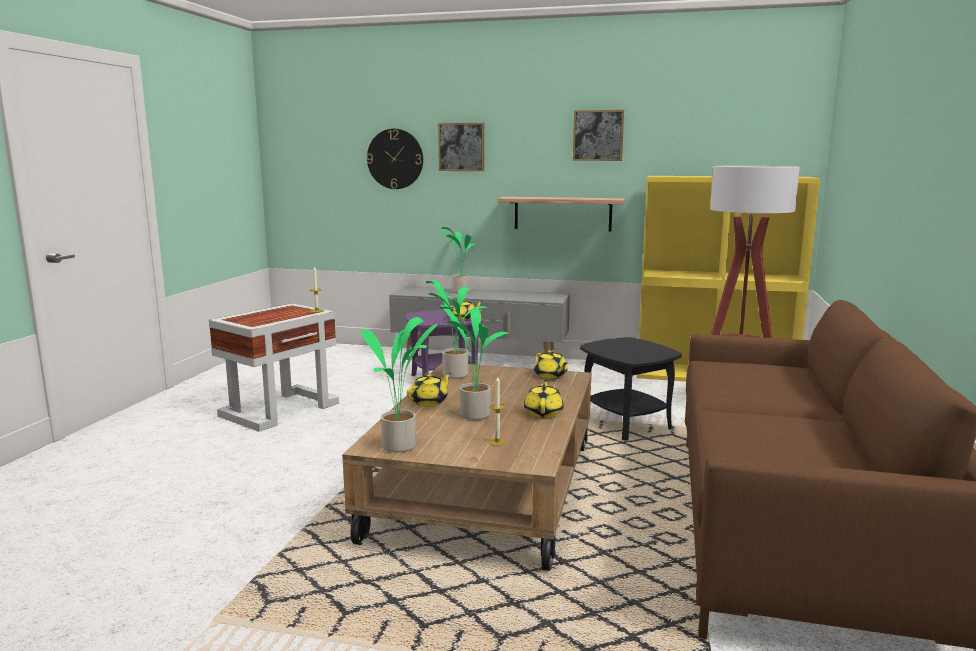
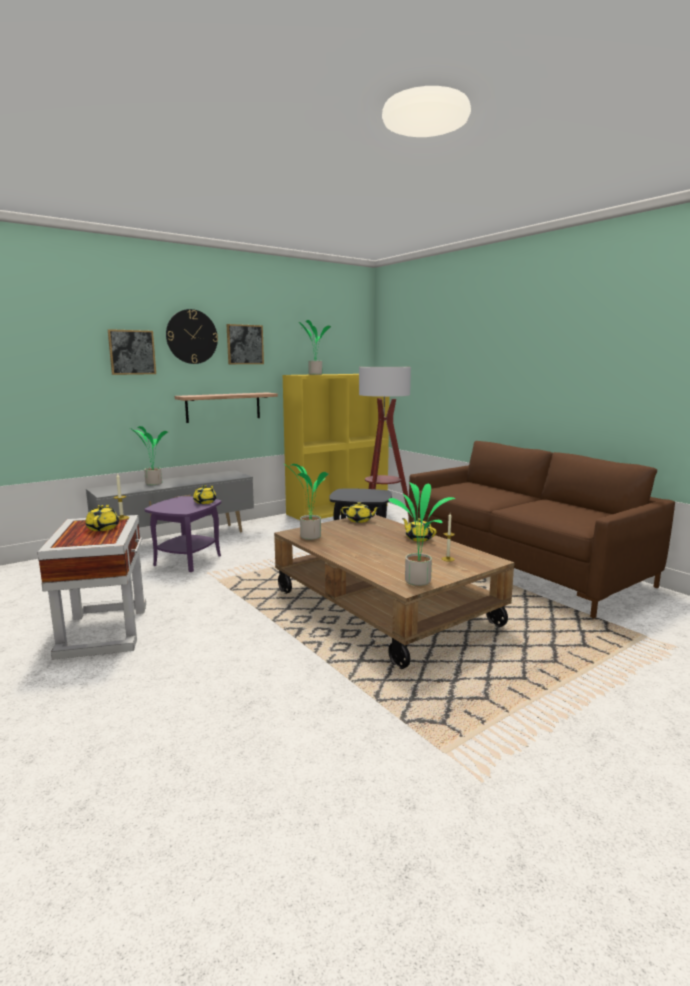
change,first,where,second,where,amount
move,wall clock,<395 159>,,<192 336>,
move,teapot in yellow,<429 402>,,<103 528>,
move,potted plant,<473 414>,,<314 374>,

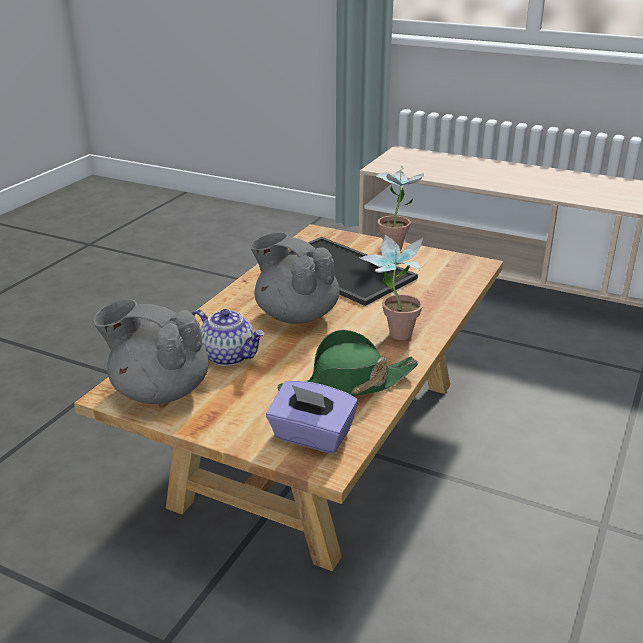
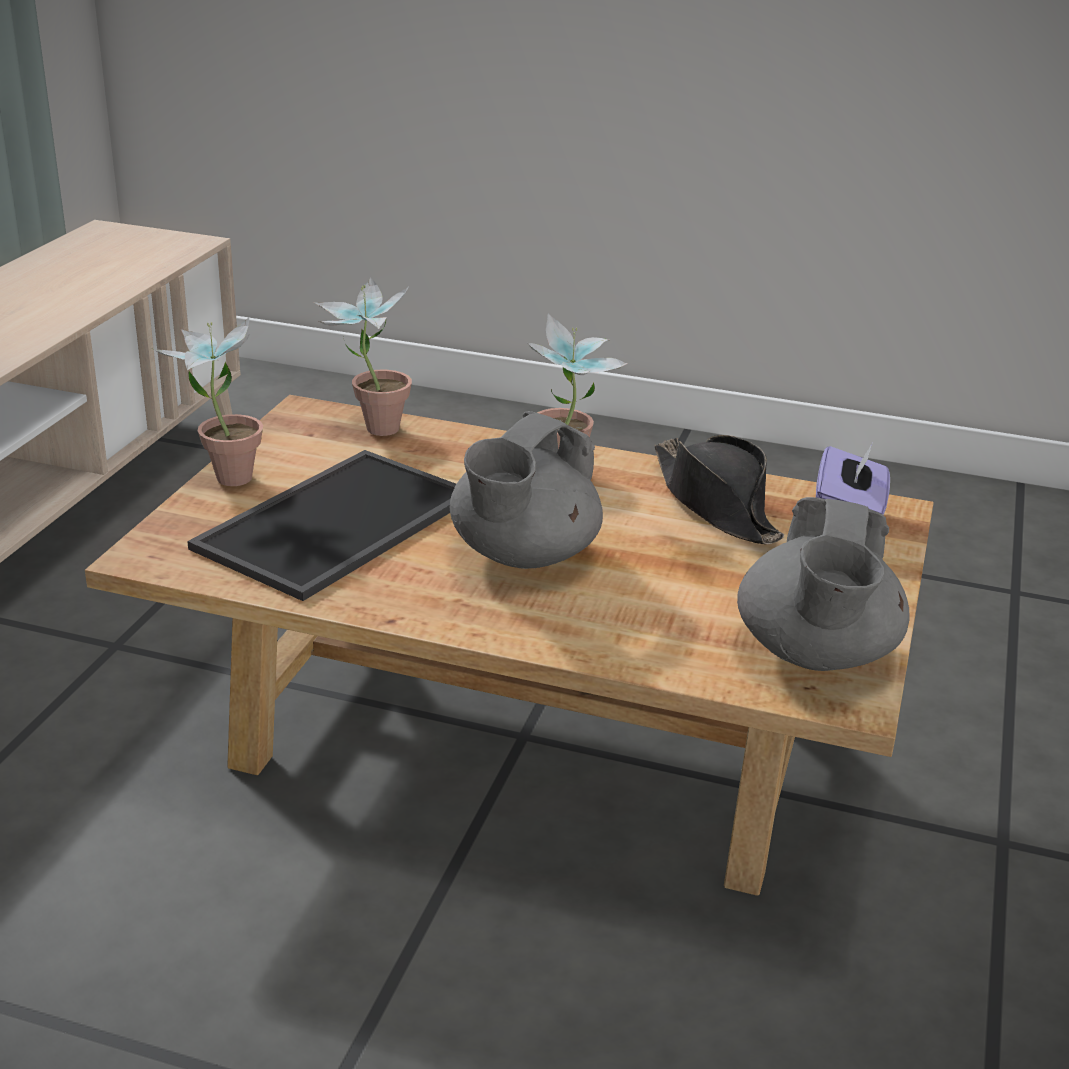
change,first,where,second,where,amount
delete,teapot,<229 356>,,,
recolor,hat in green,<348 385>,hat in black,<716 504>,
insert,,,potted plant,<369 429>,

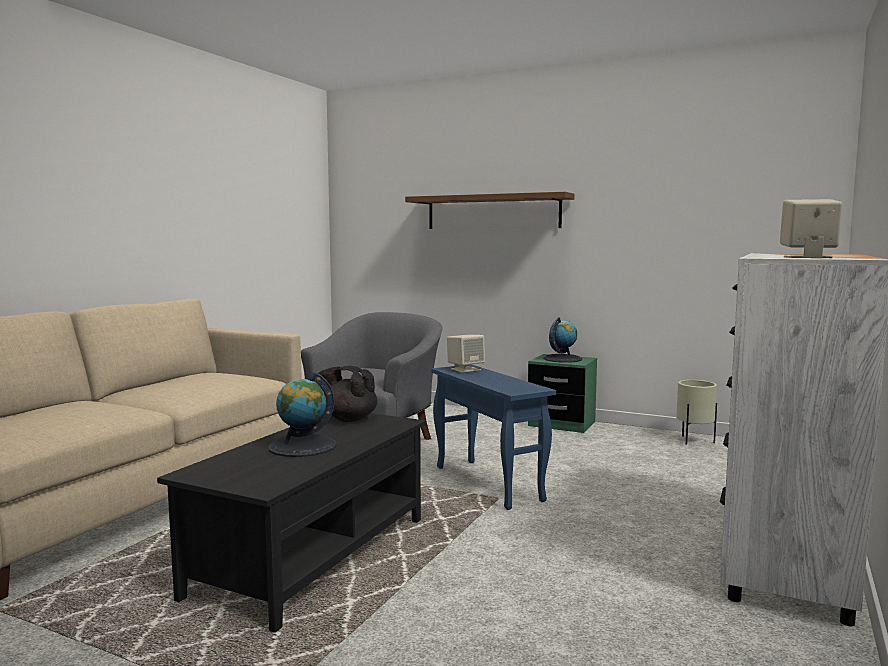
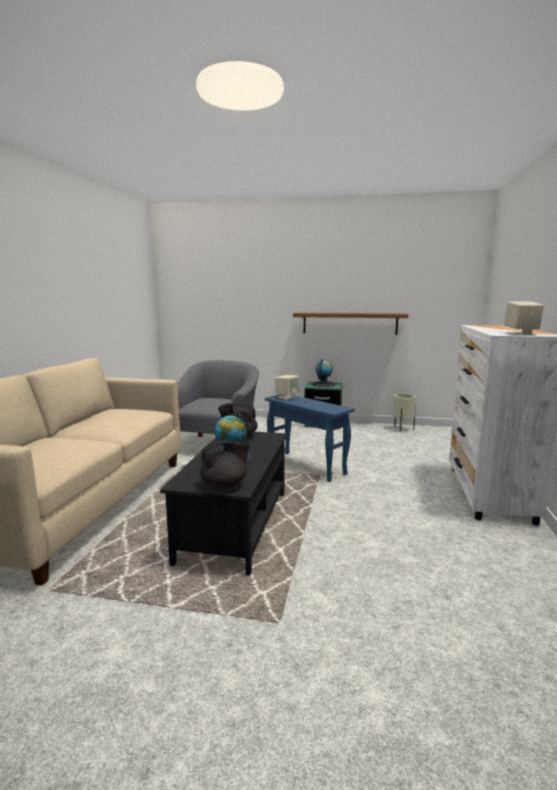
change,first,where,second,where,amount
move,shelf in brown,<492 212>,,<349 323>,
insert,,,teapot in black,<225 485>,

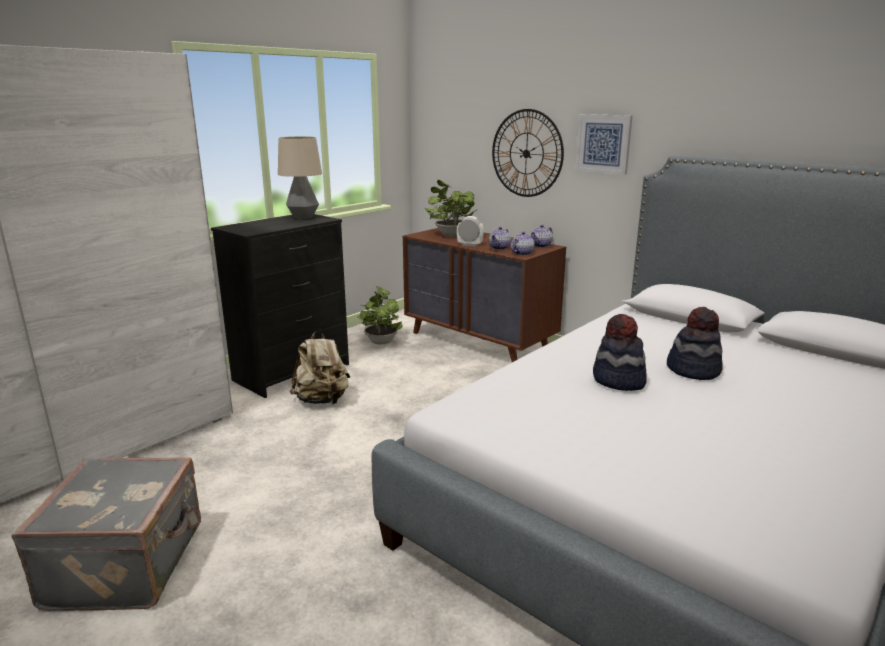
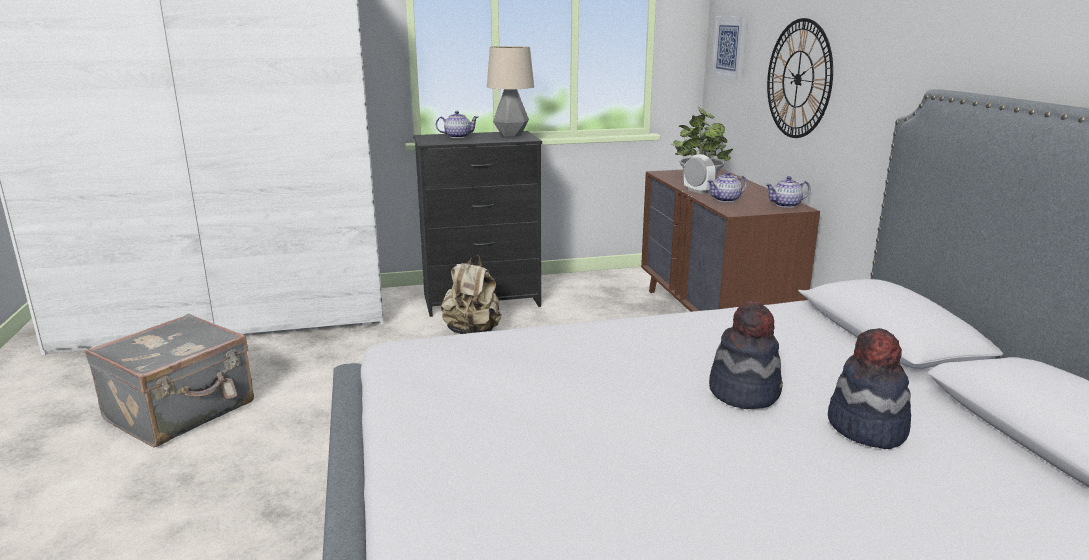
change,first,where,second,where,amount
delete,potted plant,<381 341>,,,
move,teapot,<522 253>,,<457 136>,
move,picture,<603 143>,,<730 47>,
move,hat,<618 381>,,<866 428>,

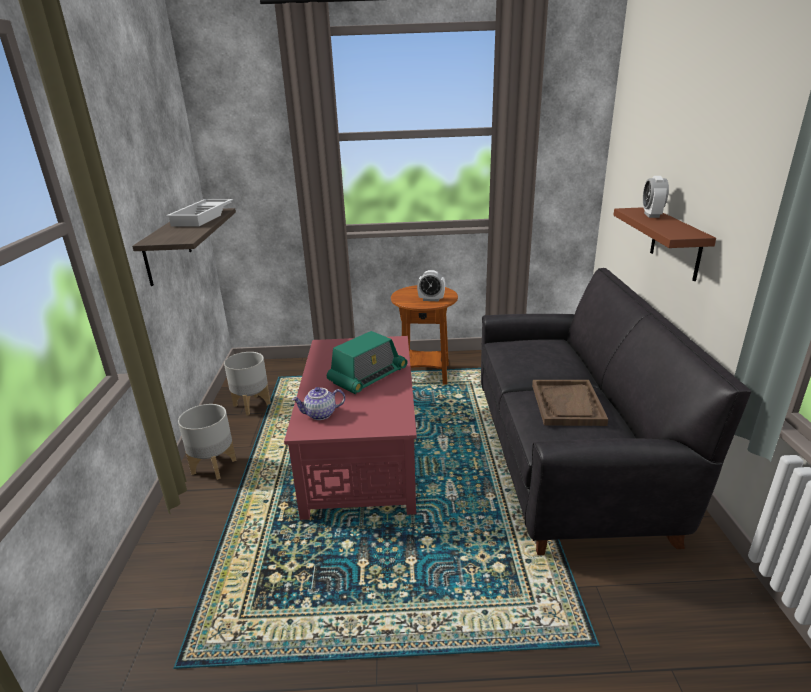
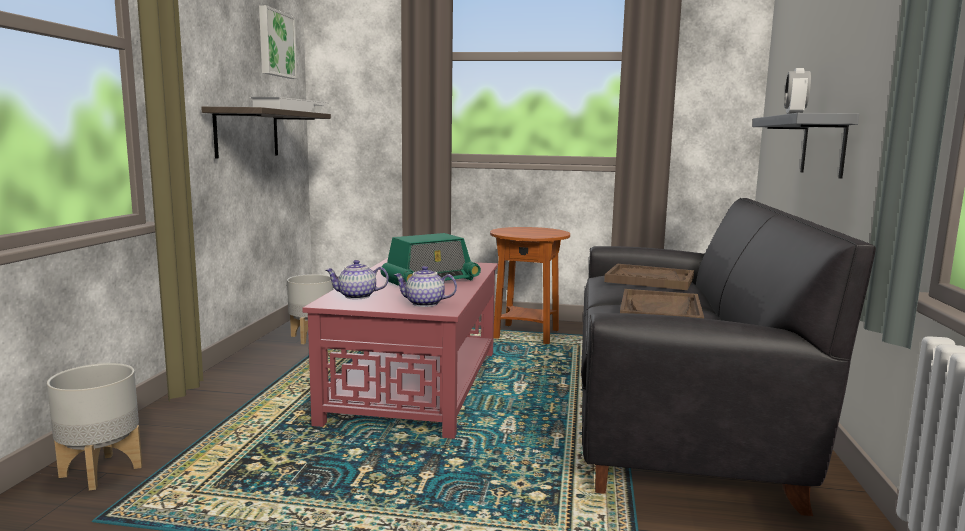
change,first,where,second,where,amount
move,planter in grey,<214 466>,,<102 471>,
delete,alarm clock,<431 299>,,,
recolor,shelf in brown,<676 243>,shelf in grey,<823 146>,
insert,,,picture,<275 44>,
insert,,,teapot,<424 304>,
insert,,,tray in brown,<649 280>,

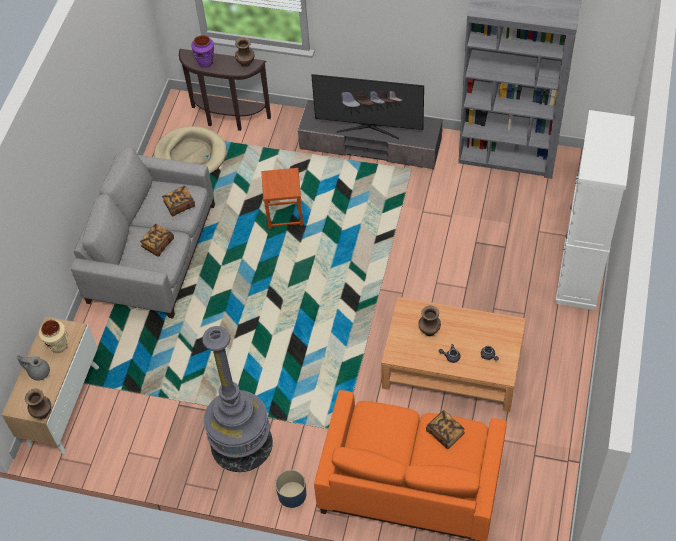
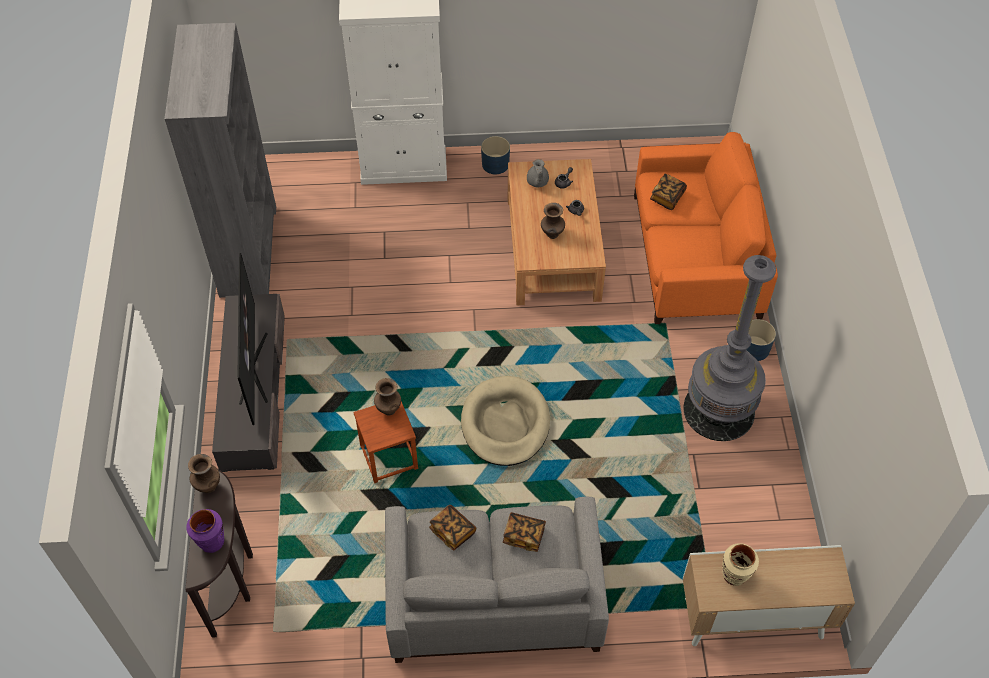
change,first,where,second,where,amount
move,teapot in grey,<38 372>,,<537 182>,
move,vase in brown,<43 413>,,<388 409>,
move,dog bed in beige,<191 155>,,<505 423>,
insert,,,planter in blue,<495 164>,

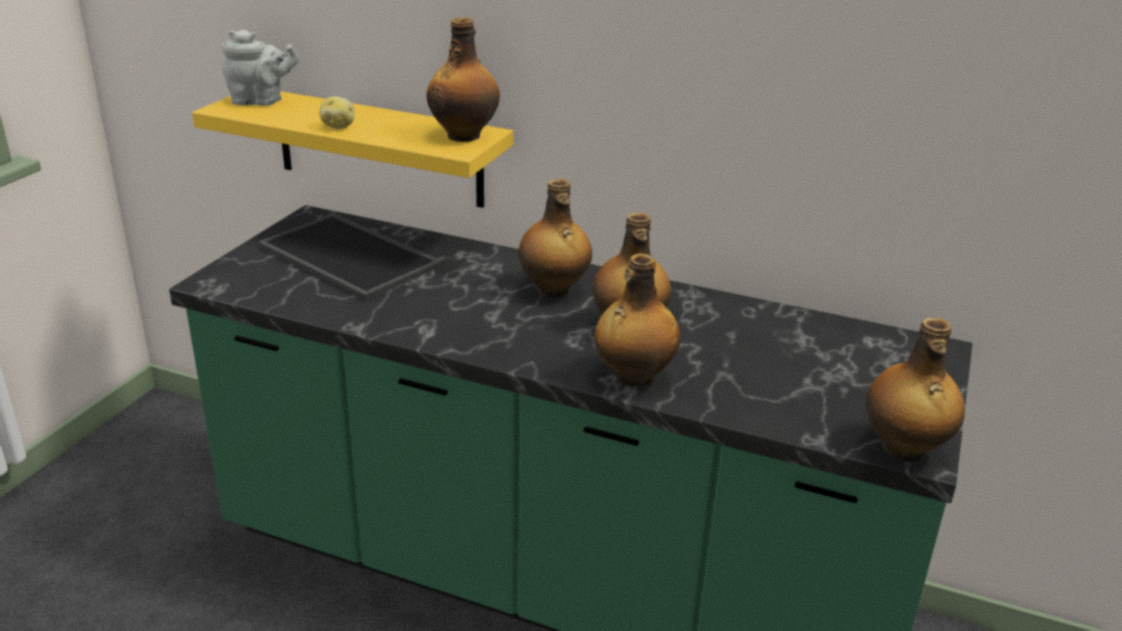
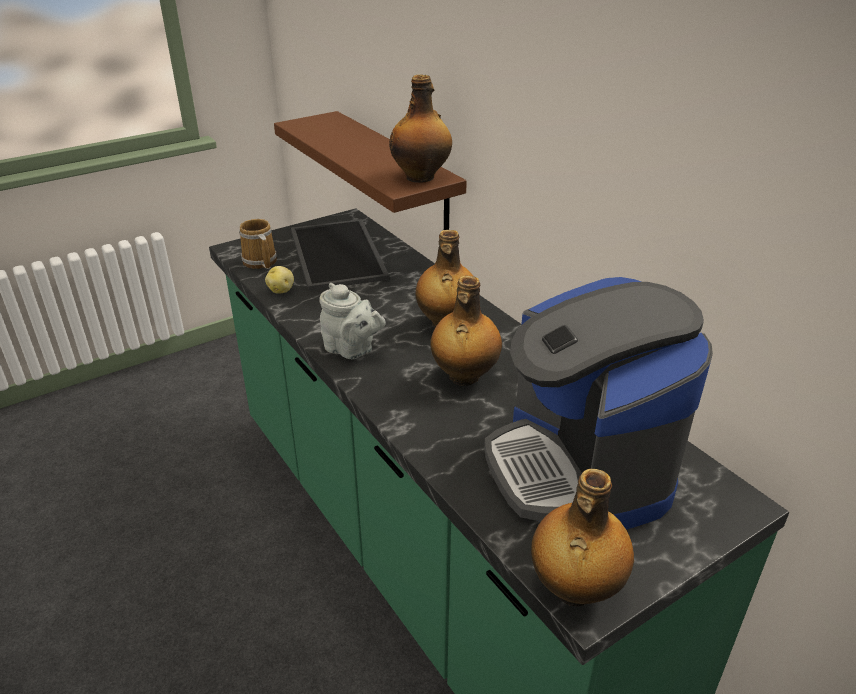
change,first,where,second,where,amount
recolor,shelf in yellow,<379 147>,shelf in brown,<395 174>,
move,teapot in grey,<261 102>,,<352 350>,
move,potato,<338 126>,,<281 290>,
delete,bottle,<633 377>,,,
insert,,,mug,<259 262>,
insert,,,coffee machine,<579 469>,

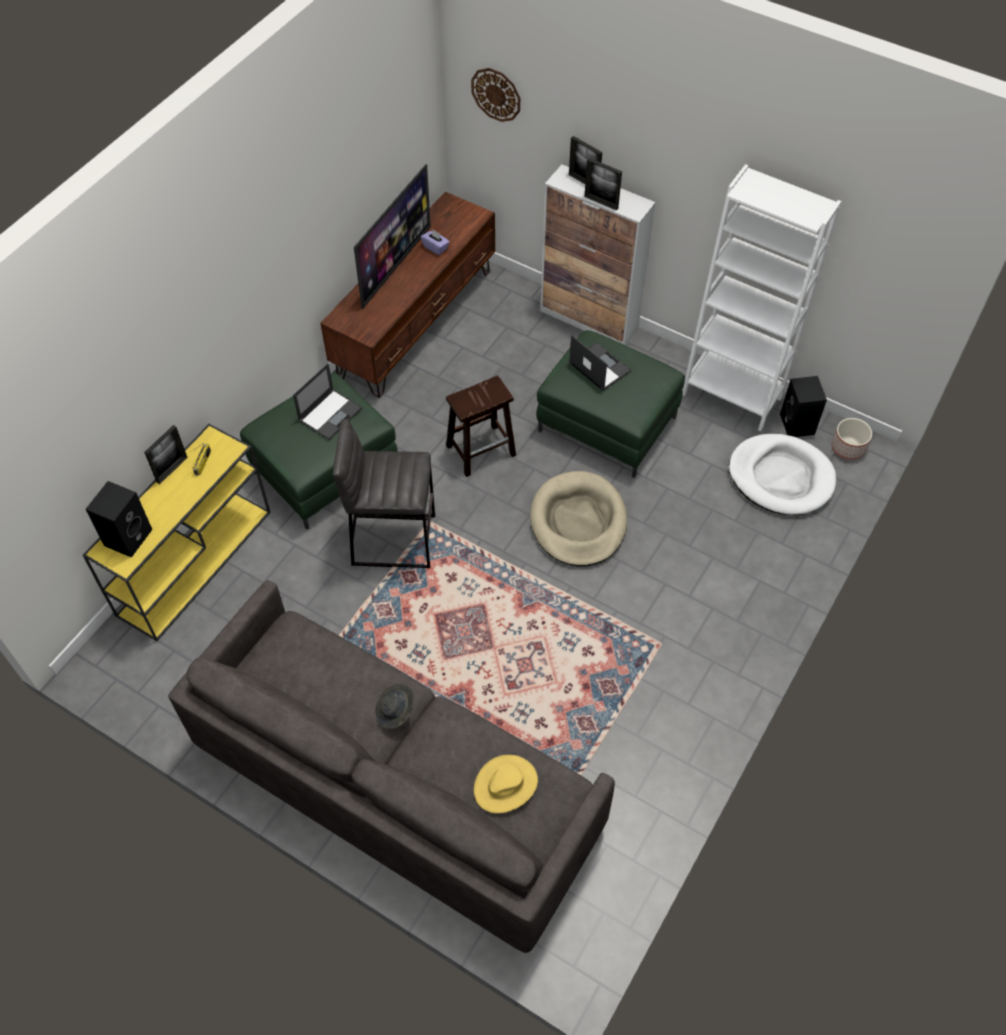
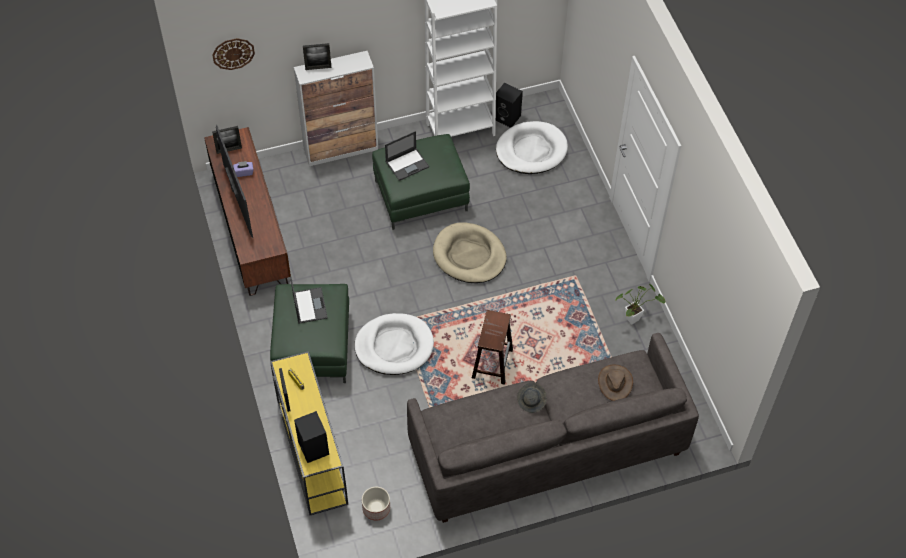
change,first,where,second,where,amount
replace,stool in grey,<393 539>,dog bed in white,<394 346>,
move,stool in brown,<481 450>,,<492 363>,
recolor,hat in yellow,<505 785>,hat in brown,<615 383>,
rotate,laptop,<599 366>,,<407 164>,150 degrees clockwise
move,picture frame,<601 202>,,<229 150>,
move,planter,<848 447>,,<376 508>,
insert,,,potted plant,<635 318>,

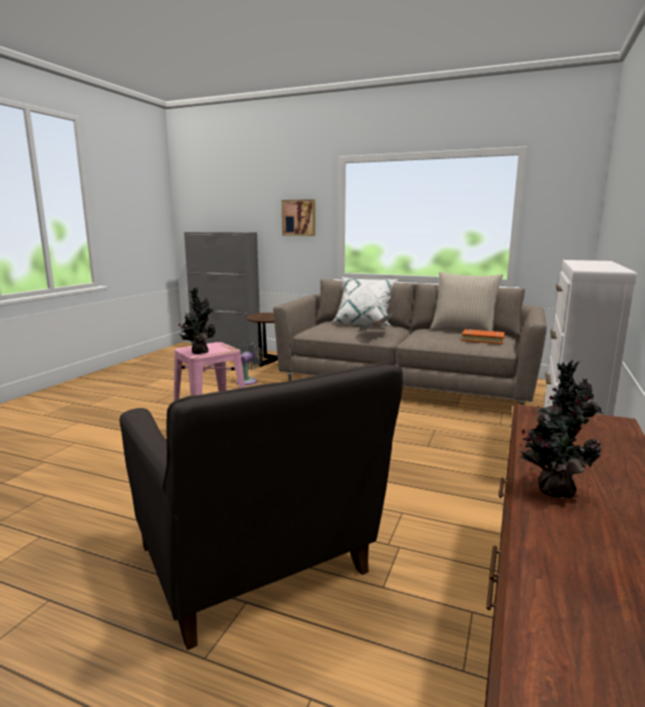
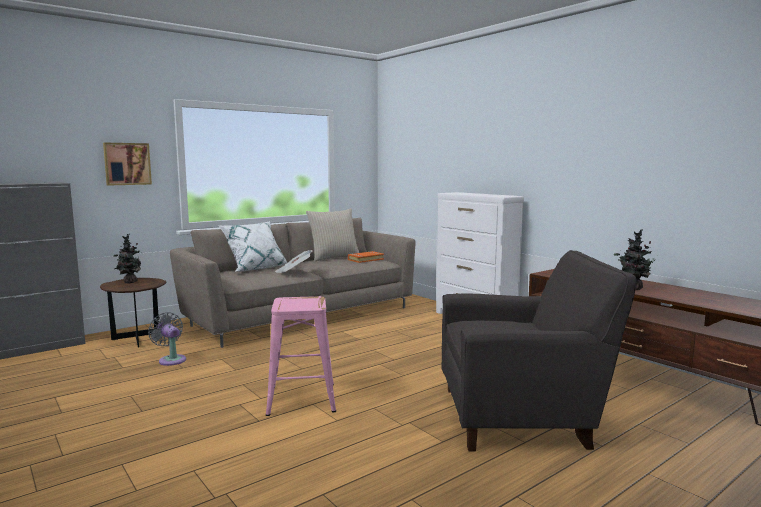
change,first,where,second,where,amount
move,potted plant,<199 352>,,<129 282>,

